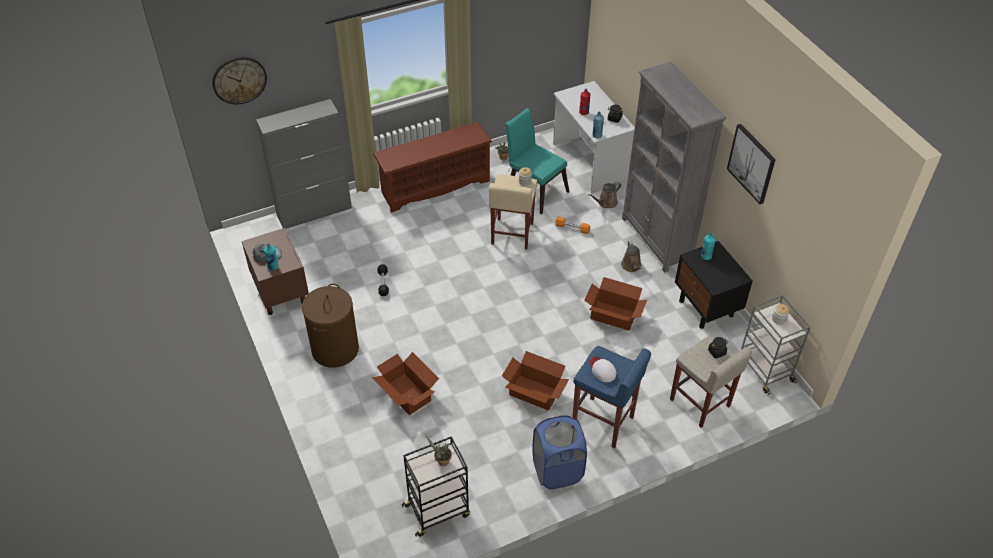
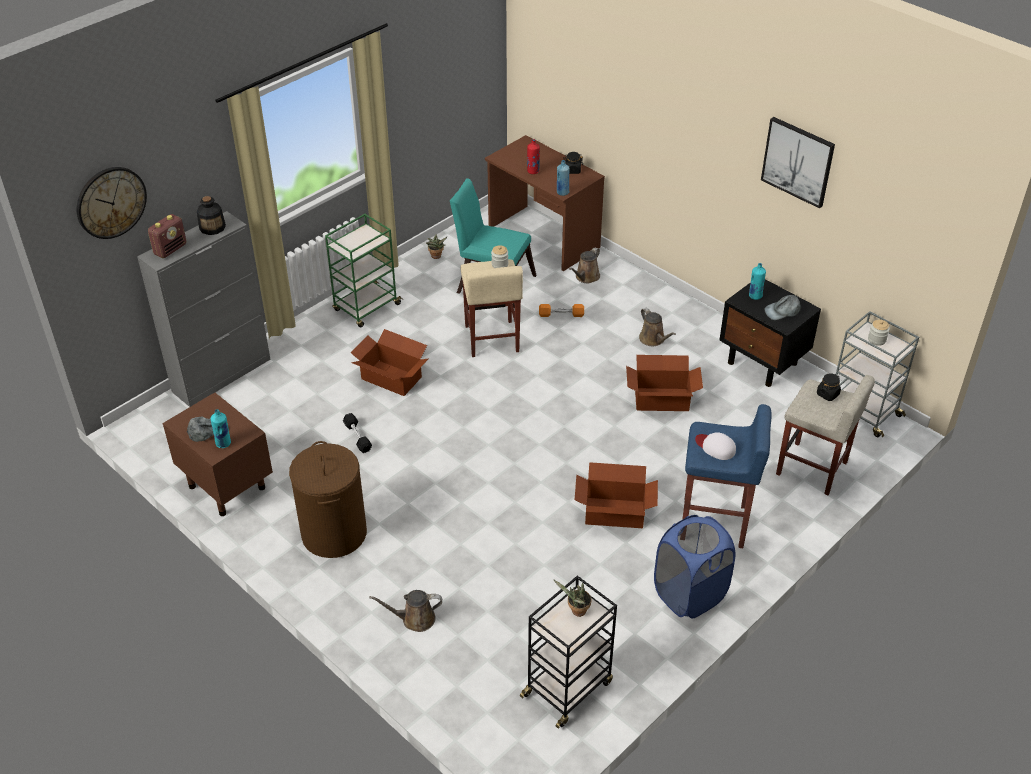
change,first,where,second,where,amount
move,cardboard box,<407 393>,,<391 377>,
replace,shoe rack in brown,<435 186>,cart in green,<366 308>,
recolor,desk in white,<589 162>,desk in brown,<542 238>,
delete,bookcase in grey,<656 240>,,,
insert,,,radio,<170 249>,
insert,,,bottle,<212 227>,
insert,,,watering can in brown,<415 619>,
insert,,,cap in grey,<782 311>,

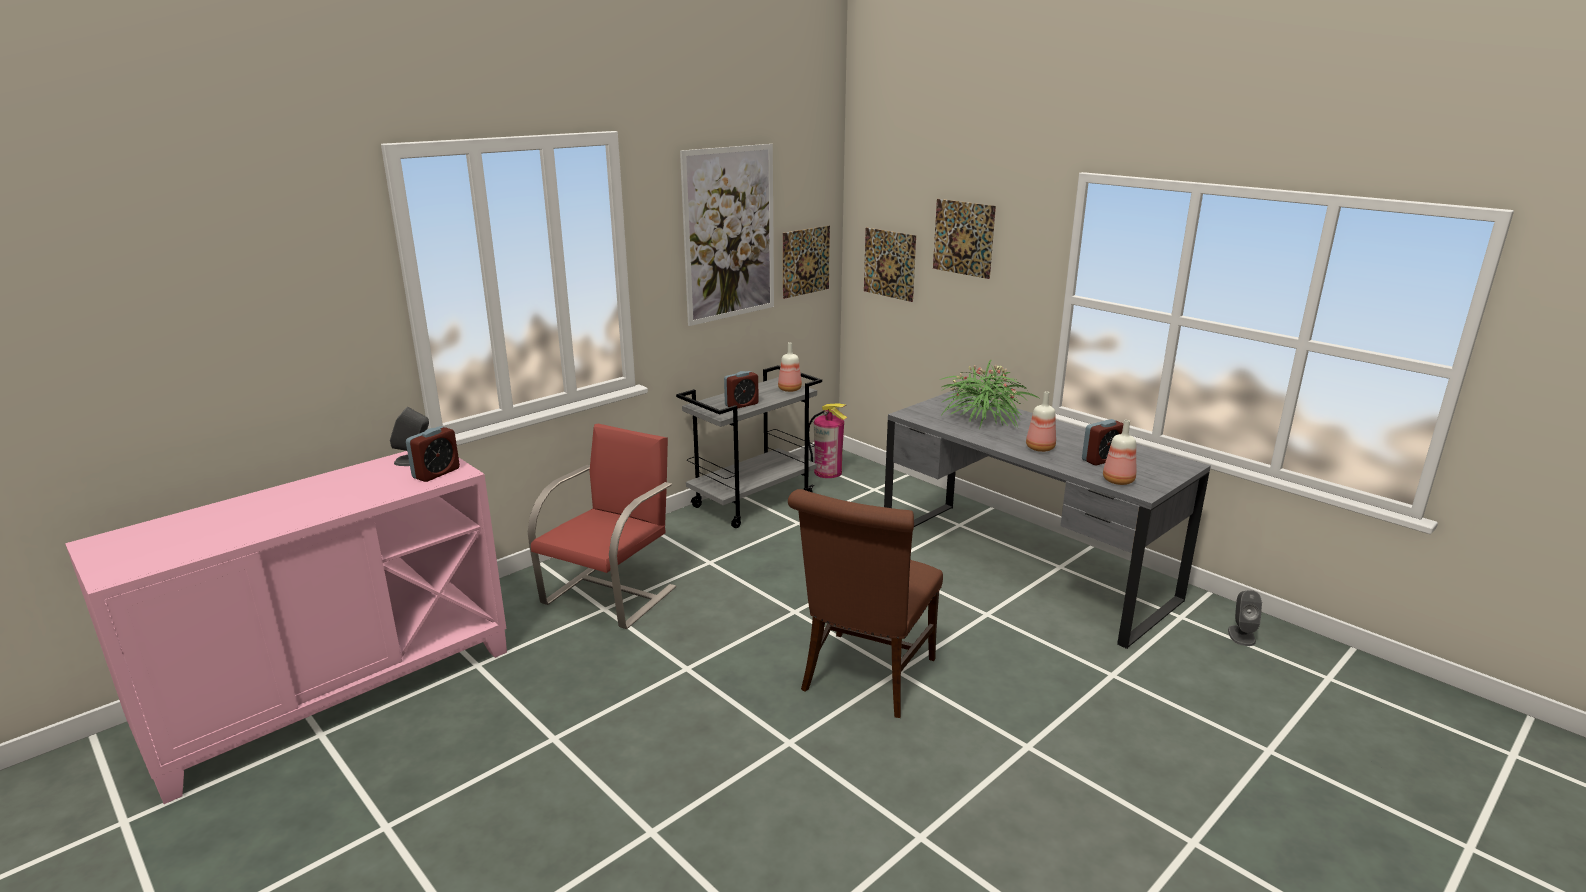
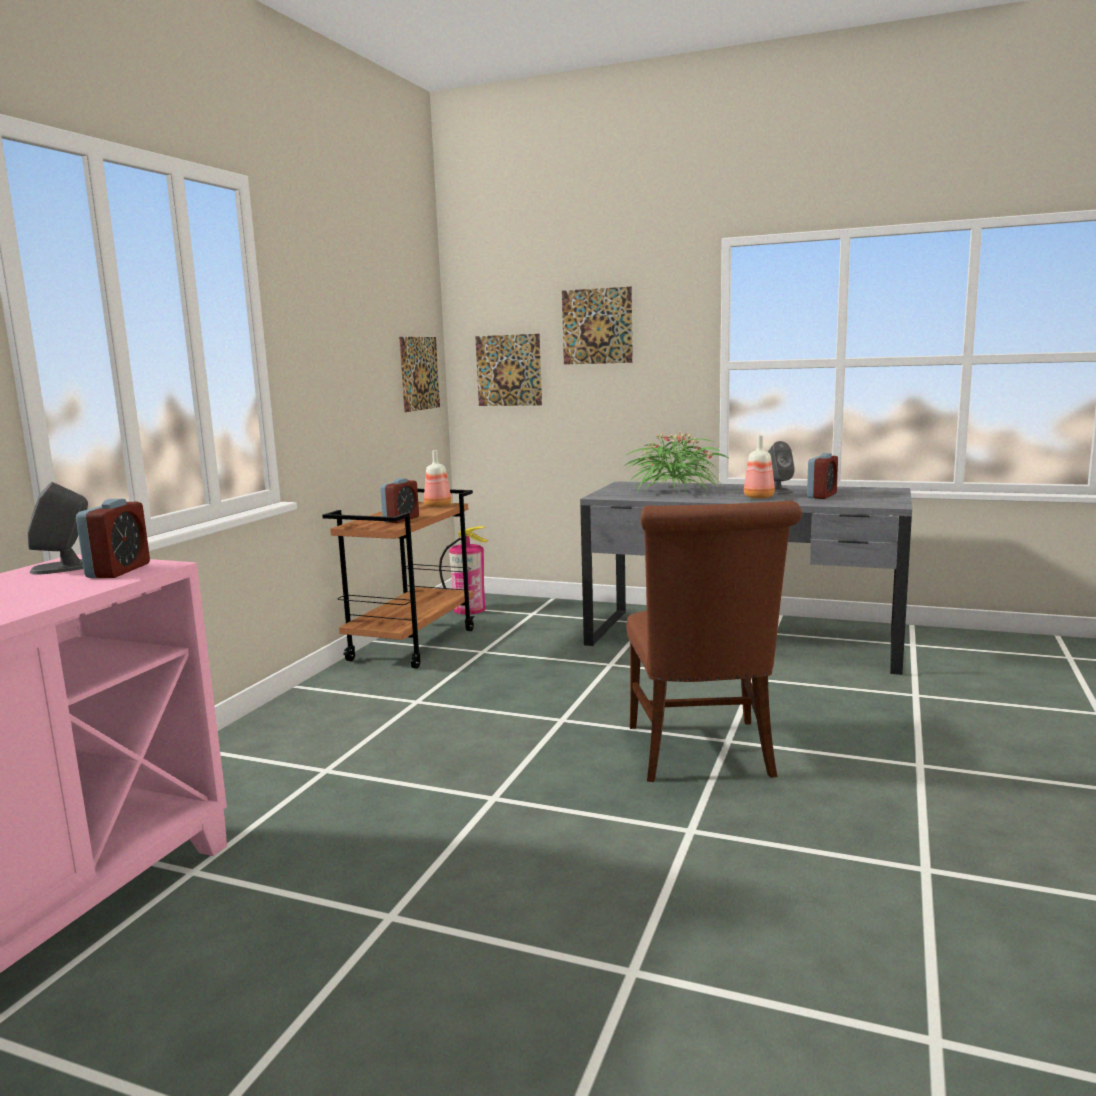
change,first,where,second,where,amount
delete,chair in red,<611 594>,,,
recolor,cart in grey,<753 501>,cart in brown,<412 644>,
delete,picture,<729 234>,,,
delete,bottle,<1119 481>,,,
move,speaker in grey,<1241 635>,,<778 491>,

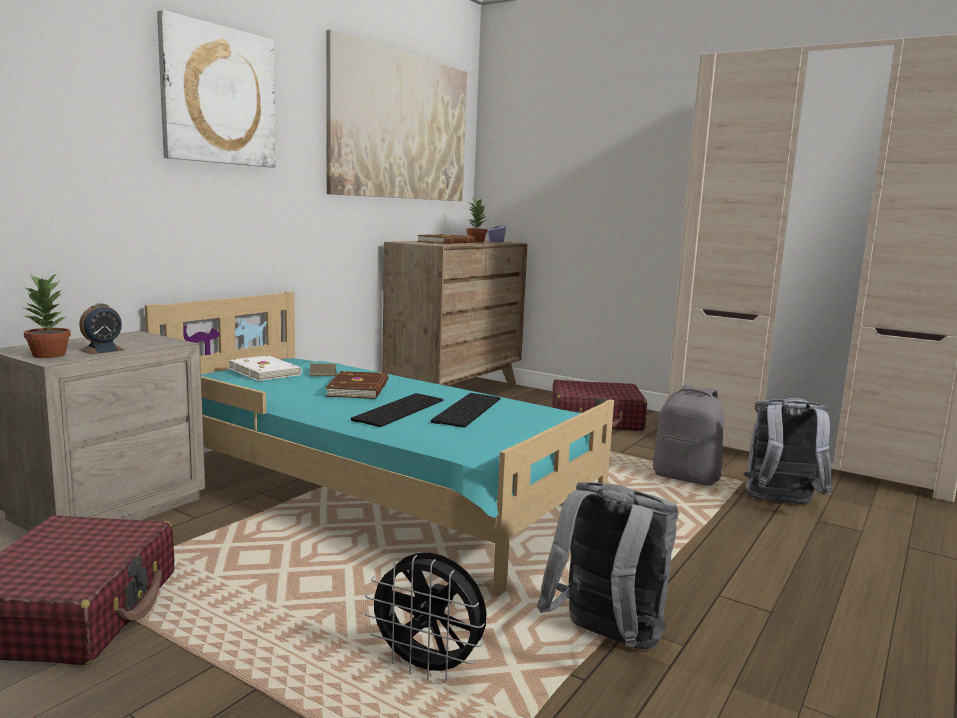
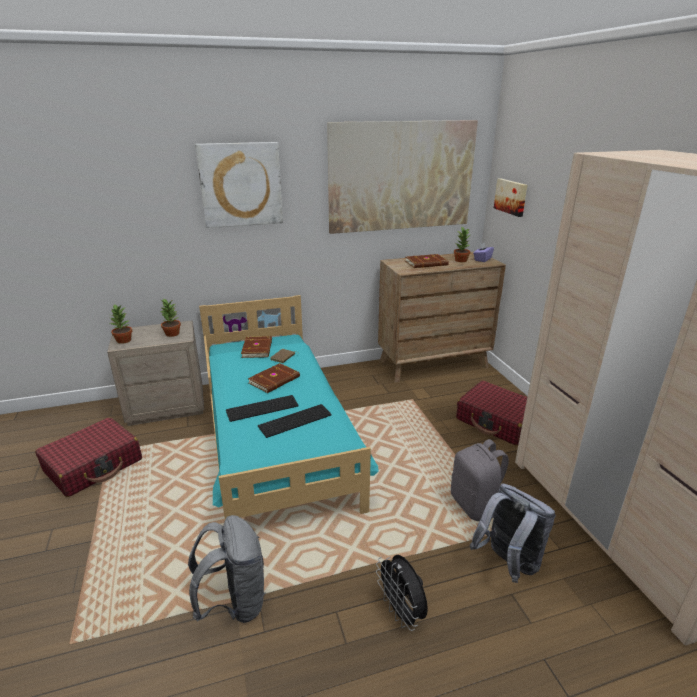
change,first,where,second,where,amount
delete,alarm clock,<102 350>,,,
recolor,book in white,<265 371>,book in brown,<258 348>,
move,fan in black,<428 668>,,<401 612>,
insert,,,potted plant,<172 333>,
insert,,,picture,<511 197>,

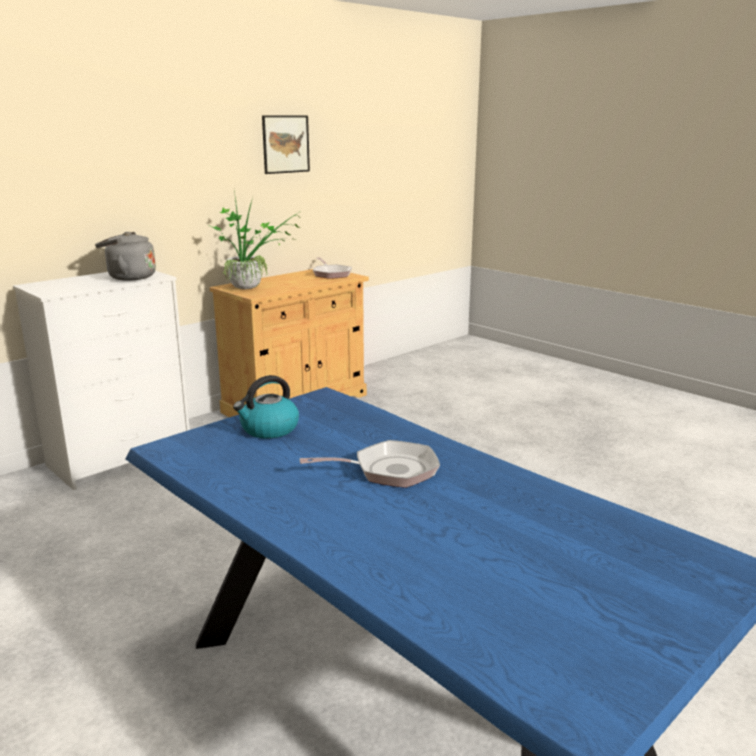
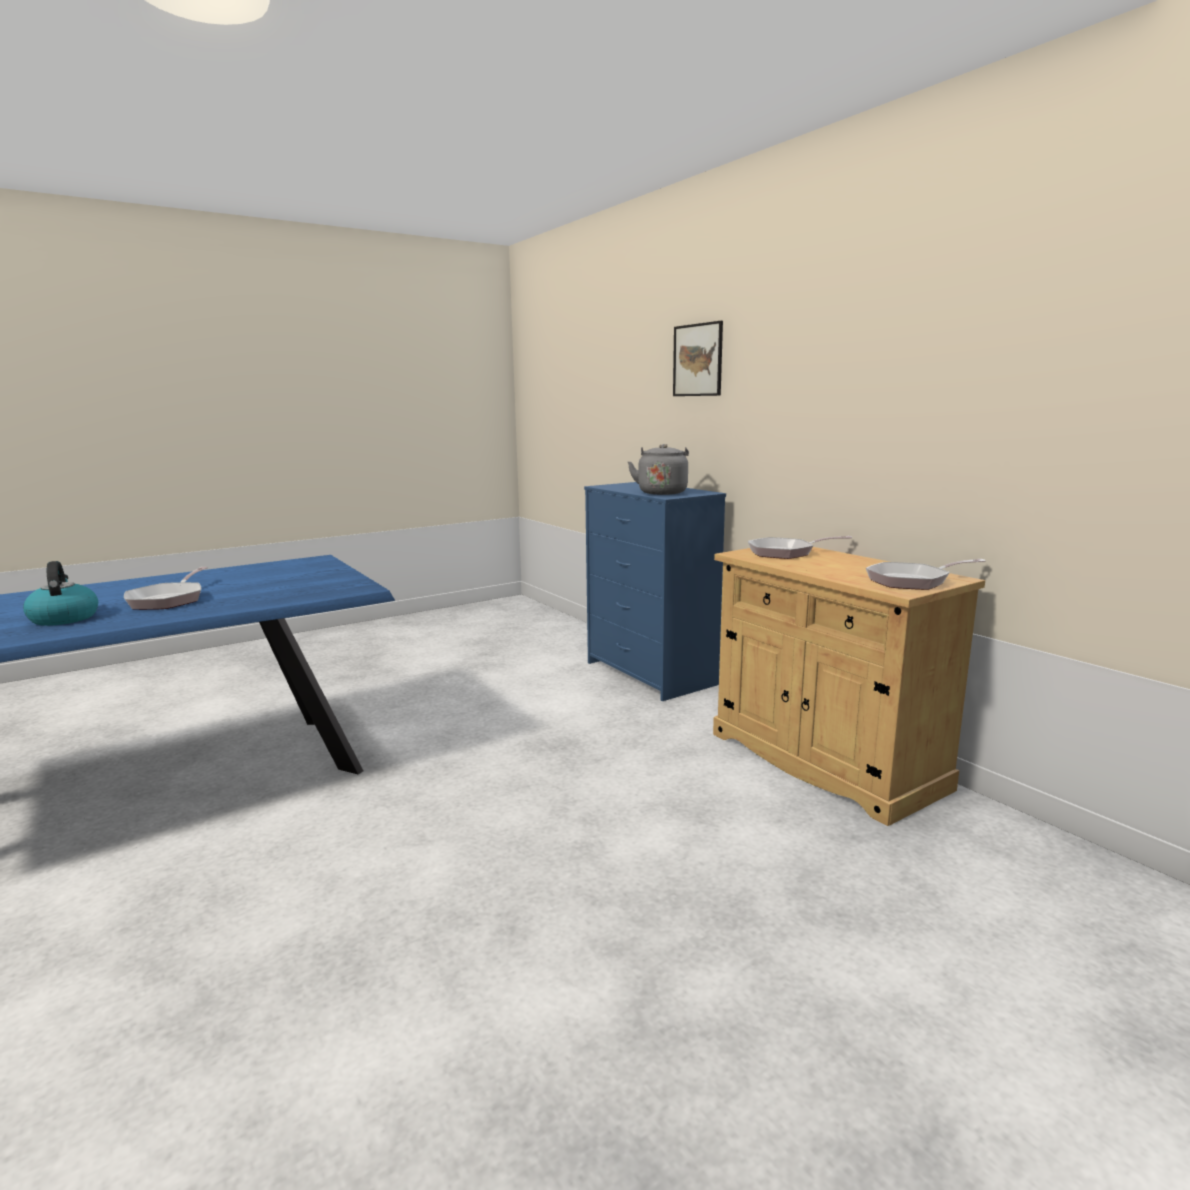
change,first,where,second,where,amount
recolor,dresser in white,<121 457>,dresser in blue,<651 673>,
replace,potted plant,<253 287>,frying pan,<785 553>,
move,kettle,<269 429>,,<64 618>,
move,picture,<285 144>,,<698 360>,

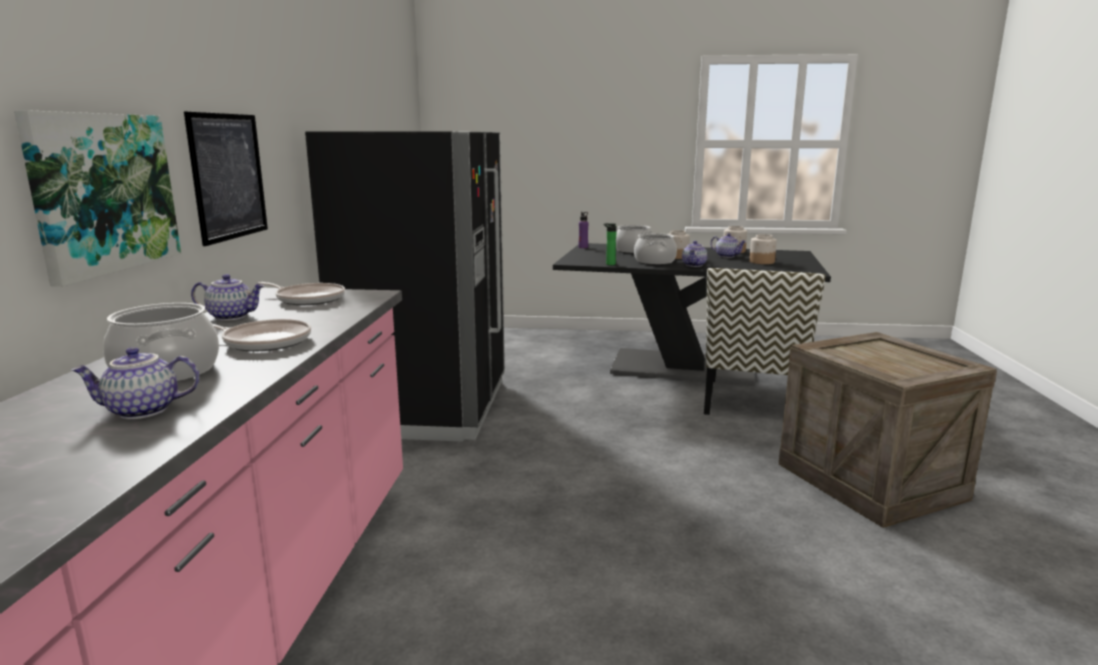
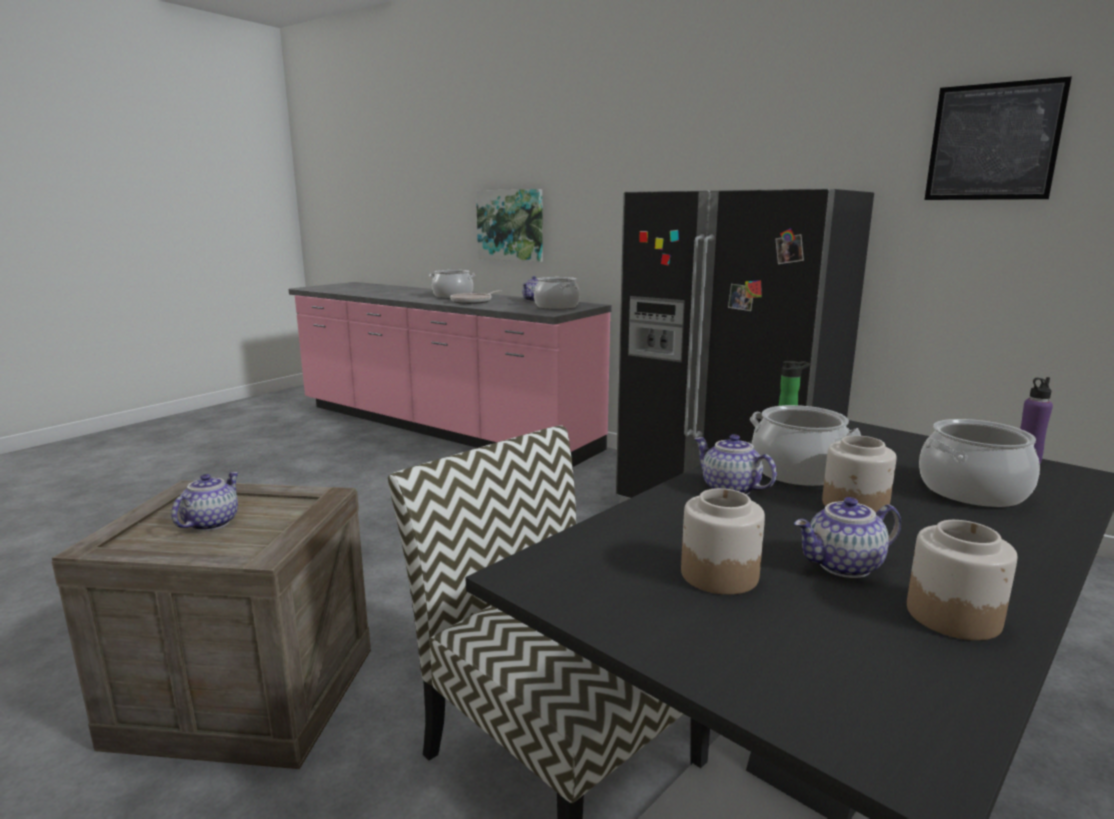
change,first,where,second,where,amount
move,teapot,<142 411>,,<210 523>,
move,picture,<228 176>,,<993 142>,
replace,frying pan,<308 299>,cooking pot,<557 307>,

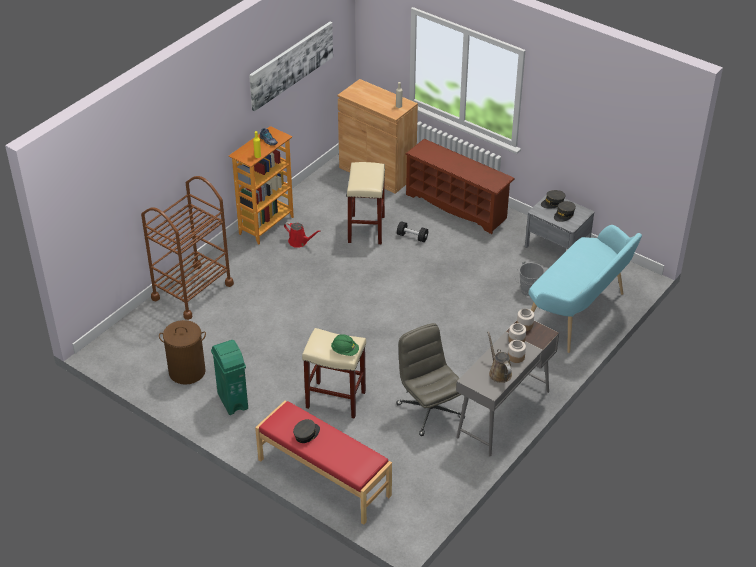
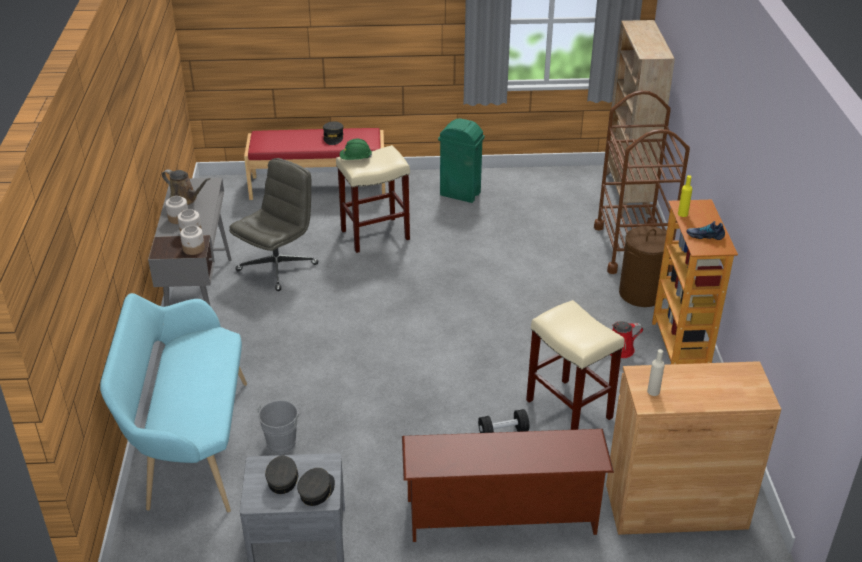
change,first,where,second,where,amount
move,laundry basket in brown,<187 371>,,<641 294>,
delete,picture,<291 65>,,,
rotate,office chair in grey,<429 411>,,<278 267>,75 degrees counterclockwise
insert,,,bookcase in beige,<626 194>,

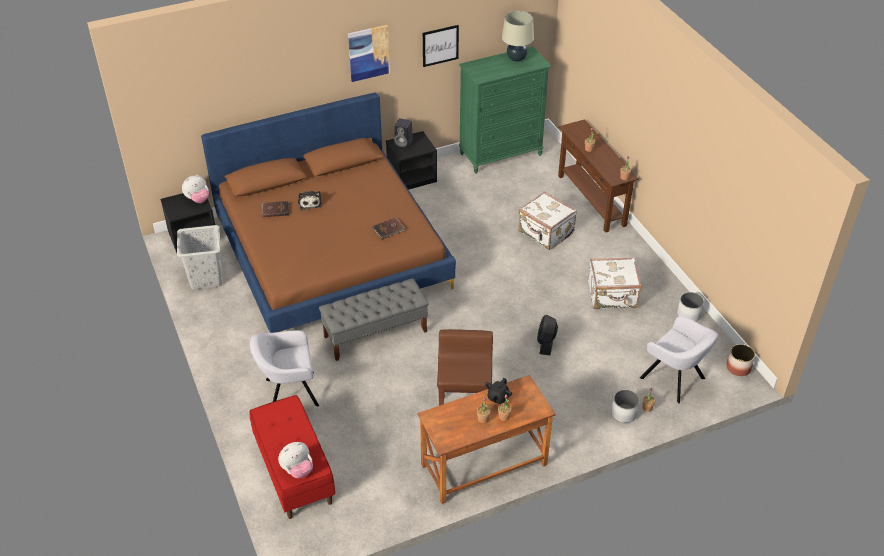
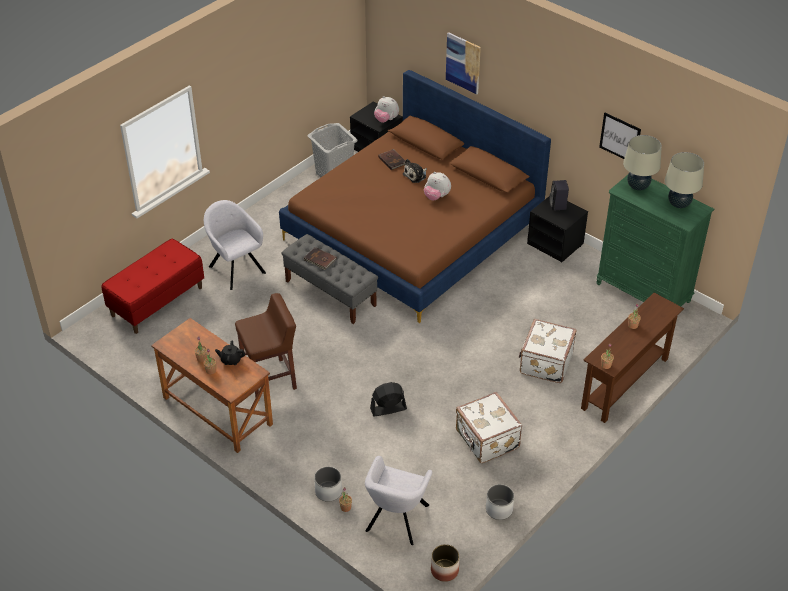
change,first,where,second,where,amount
move,plush toy,<297 470>,,<436 197>,
move,picture,<368 53>,,<463 63>,
move,book in brown,<389 229>,,<320 260>,
insert,,,table lamp in beige,<638 186>,

